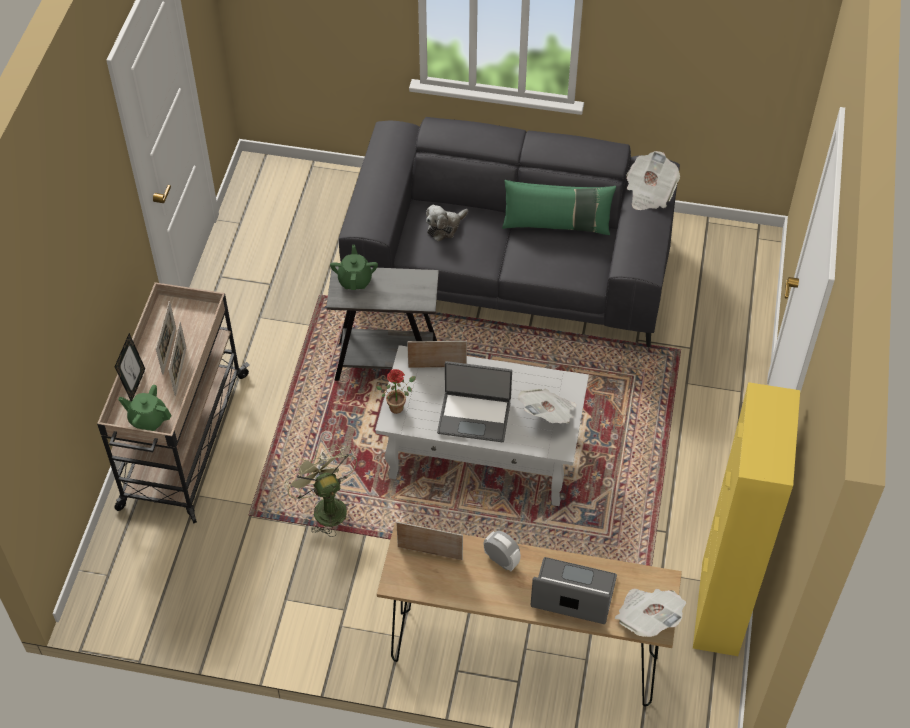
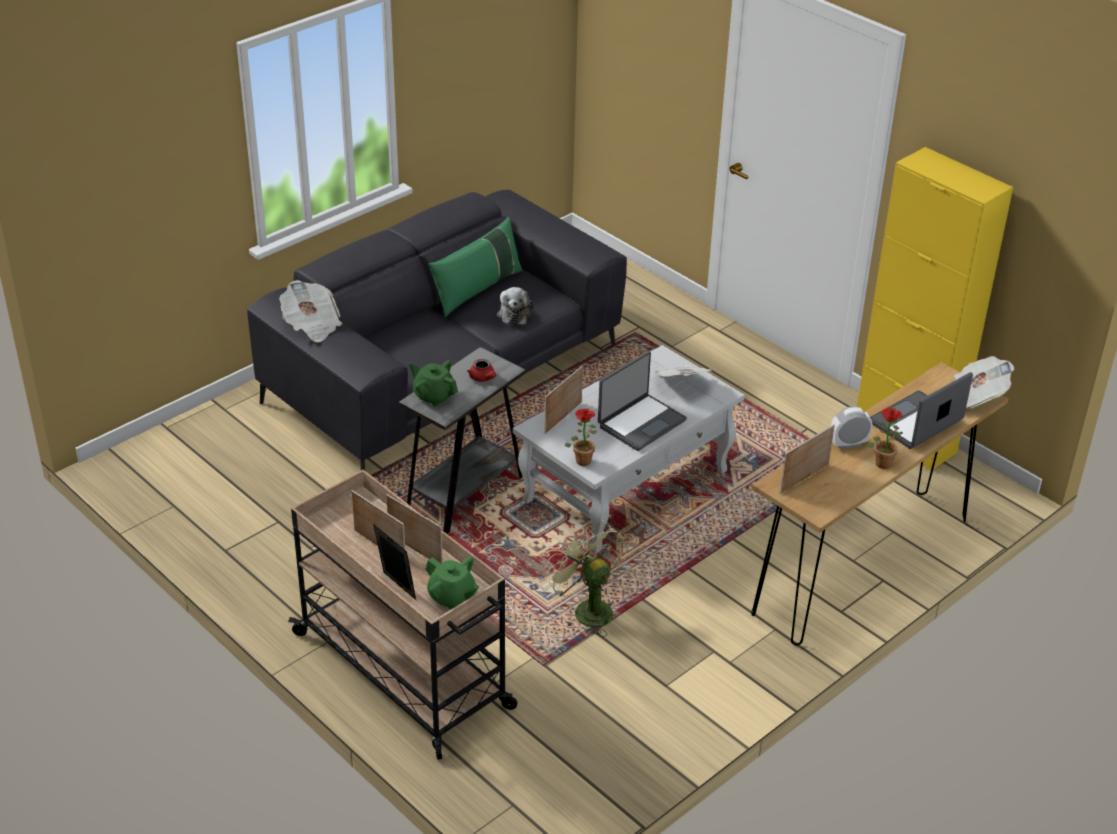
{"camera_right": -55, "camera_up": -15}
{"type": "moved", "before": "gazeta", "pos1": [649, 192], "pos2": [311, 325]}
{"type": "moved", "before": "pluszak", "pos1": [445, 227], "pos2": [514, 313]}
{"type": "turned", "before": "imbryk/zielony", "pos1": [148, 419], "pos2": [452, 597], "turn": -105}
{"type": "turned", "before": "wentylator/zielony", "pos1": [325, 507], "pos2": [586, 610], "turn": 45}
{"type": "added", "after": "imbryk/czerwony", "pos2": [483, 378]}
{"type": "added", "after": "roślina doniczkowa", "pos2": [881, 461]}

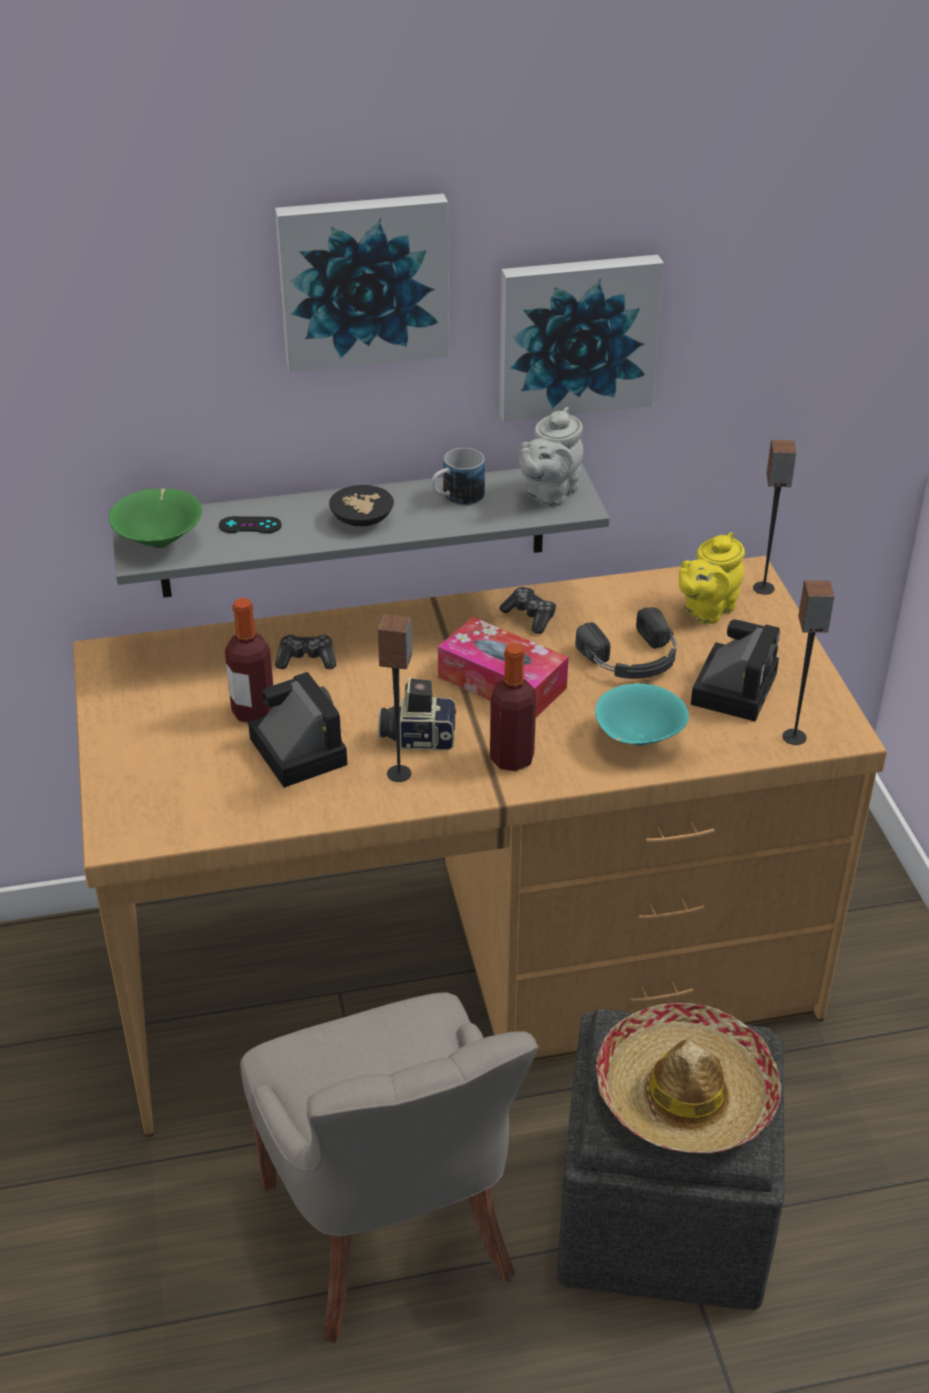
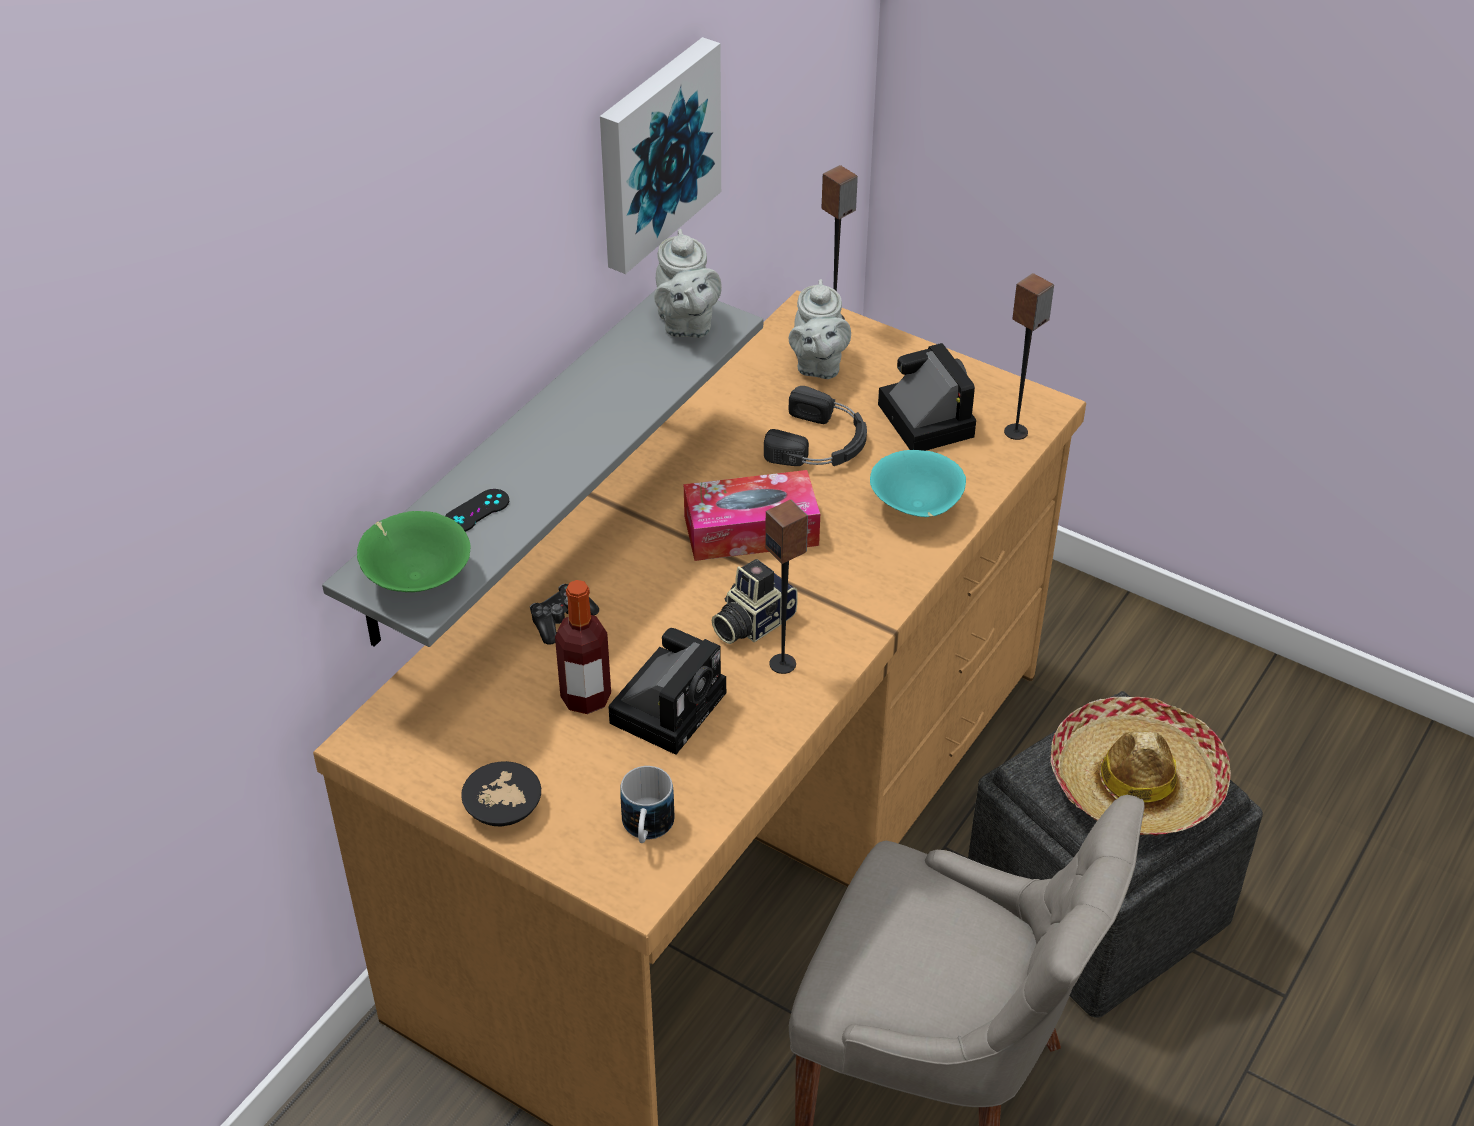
{"camera_right": -45, "camera_up": 5}
{"type": "removed", "before": "obraz", "pos1": [363, 280]}
{"type": "moved", "before": "kubek", "pos1": [456, 498], "pos2": [646, 830]}
{"type": "moved", "before": "miska/czarny", "pos1": [362, 520], "pos2": [505, 808]}
{"type": "recoloured", "before": "imbryk/żółty", "after": "imbryk/szary", "pos1": [706, 610], "pos2": [817, 365]}
{"type": "removed", "before": "pad do gier", "pos1": [530, 616]}
{"type": "removed", "before": "butelka", "pos1": [512, 758]}
{"type": "turned", "before": "aparat fotograficzny", "pos1": [295, 749], "pos2": [670, 704], "turn": 105}

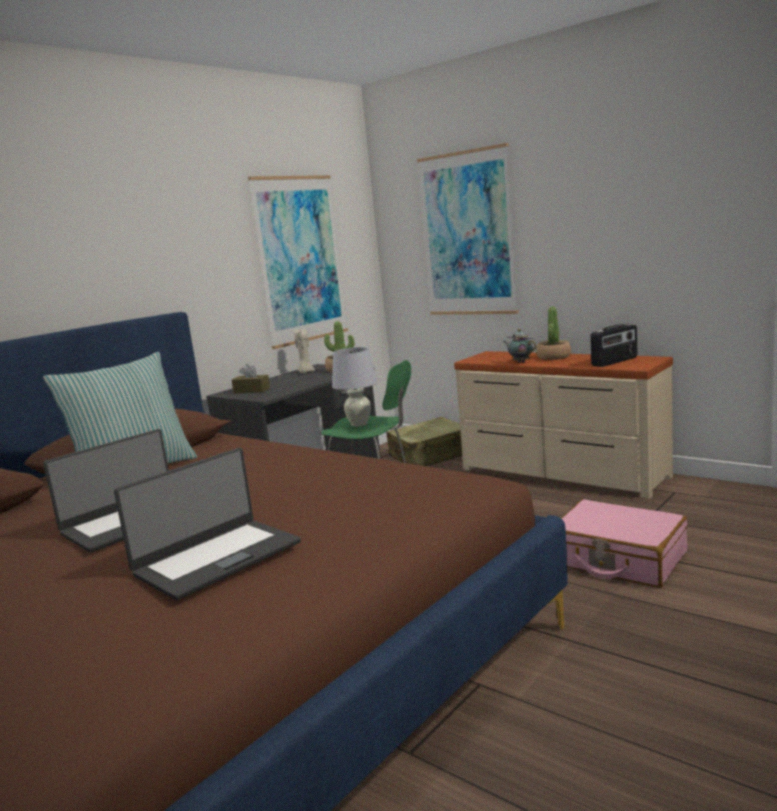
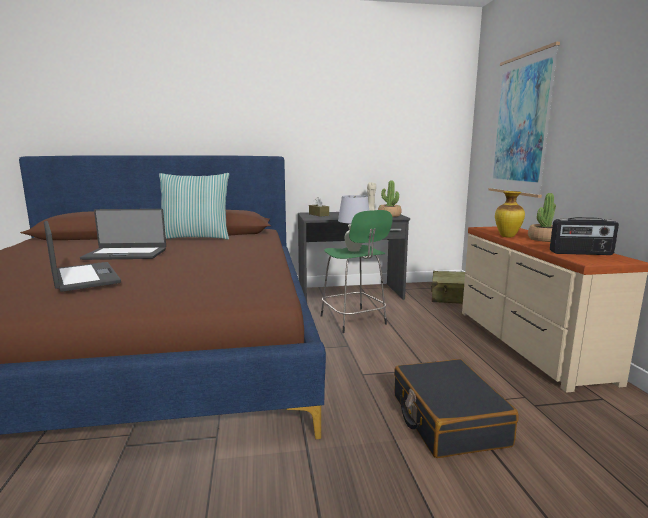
{"camera_right": 40, "camera_up": 0}
{"type": "removed", "before": "obraz", "pos1": [300, 260]}
{"type": "replaced", "before": "imbryk", "after": "wazon", "pos1": [520, 362], "pos2": [507, 236]}
{"type": "turned", "before": "laptop", "pos1": [216, 558], "pos2": [83, 277], "turn": -120}
{"type": "recoloured", "before": "walizka/różowy", "after": "walizka/czarny", "pos1": [618, 559], "pos2": [447, 419]}

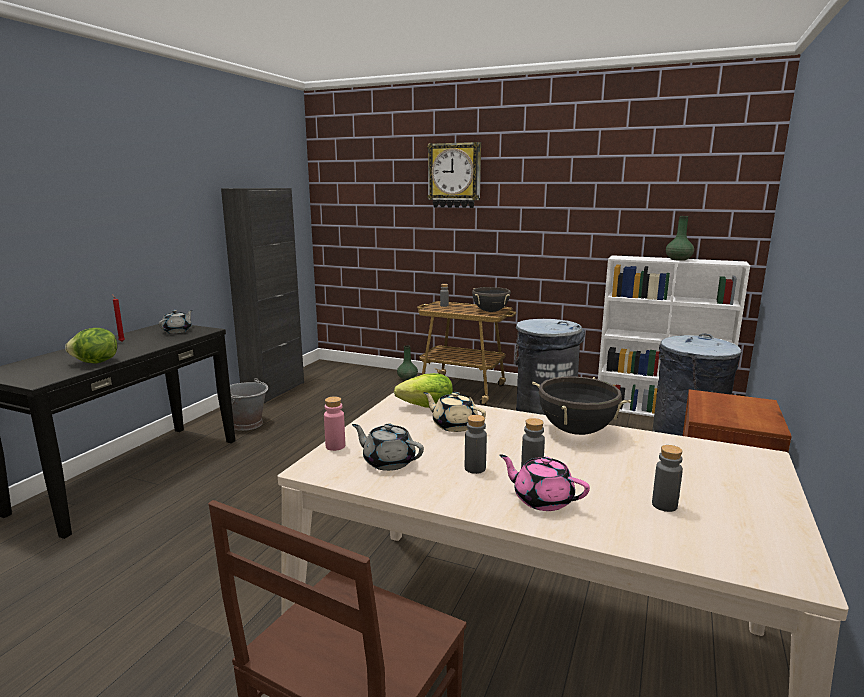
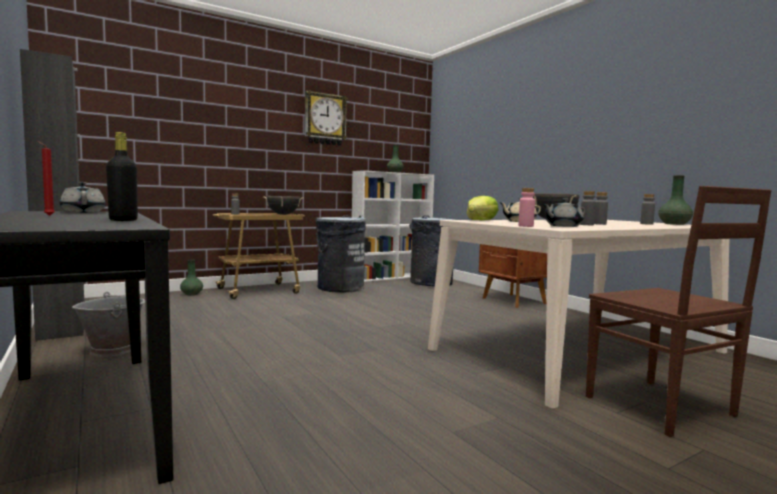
{"camera_right": -55, "camera_up": -10}
{"type": "moved", "before": "zegar ścienny", "pos1": [454, 175], "pos2": [325, 119]}
{"type": "replaced", "before": "sałata", "after": "butelka/czarny", "pos1": [95, 362], "pos2": [123, 220]}
{"type": "removed", "before": "imbryk/różowy", "pos1": [542, 499]}
{"type": "added", "after": "wazon/zielony", "pos2": [674, 224]}

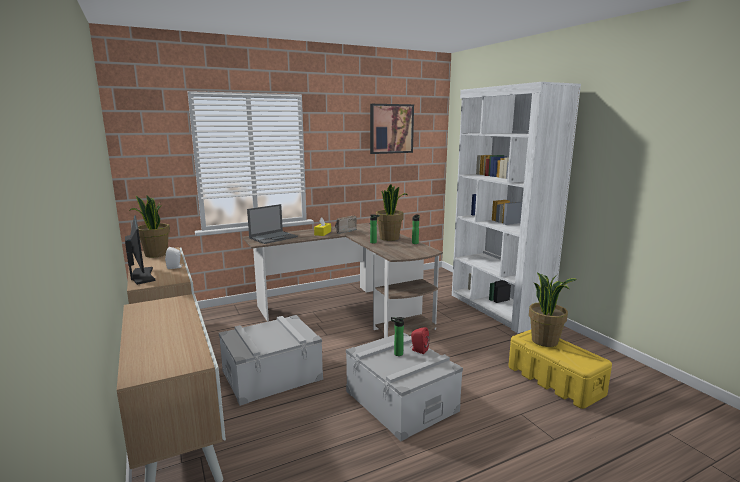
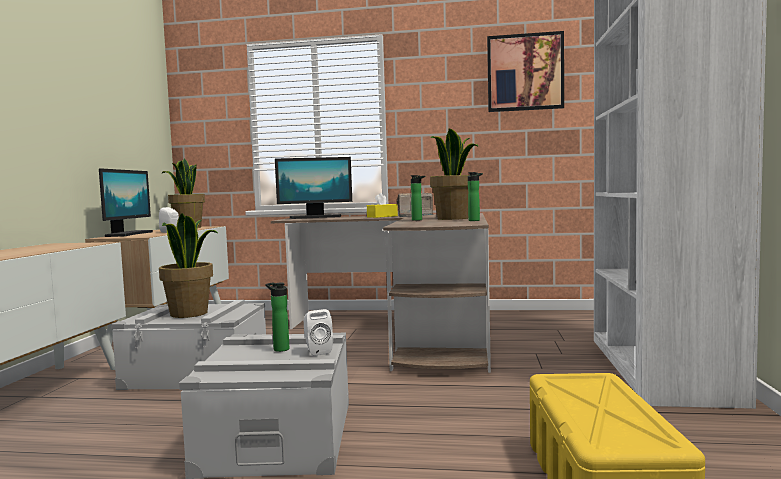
{"camera_right": 35, "camera_up": -10}
{"type": "replaced", "before": "laptop", "after": "monitor", "pos1": [273, 237], "pos2": [315, 217]}
{"type": "moved", "before": "roślina doniczkowa", "pos1": [545, 341], "pos2": [190, 314]}
{"type": "recoloured", "before": "głośnik/czerwony", "after": "głośnik/biały", "pos1": [418, 350], "pos2": [317, 351]}

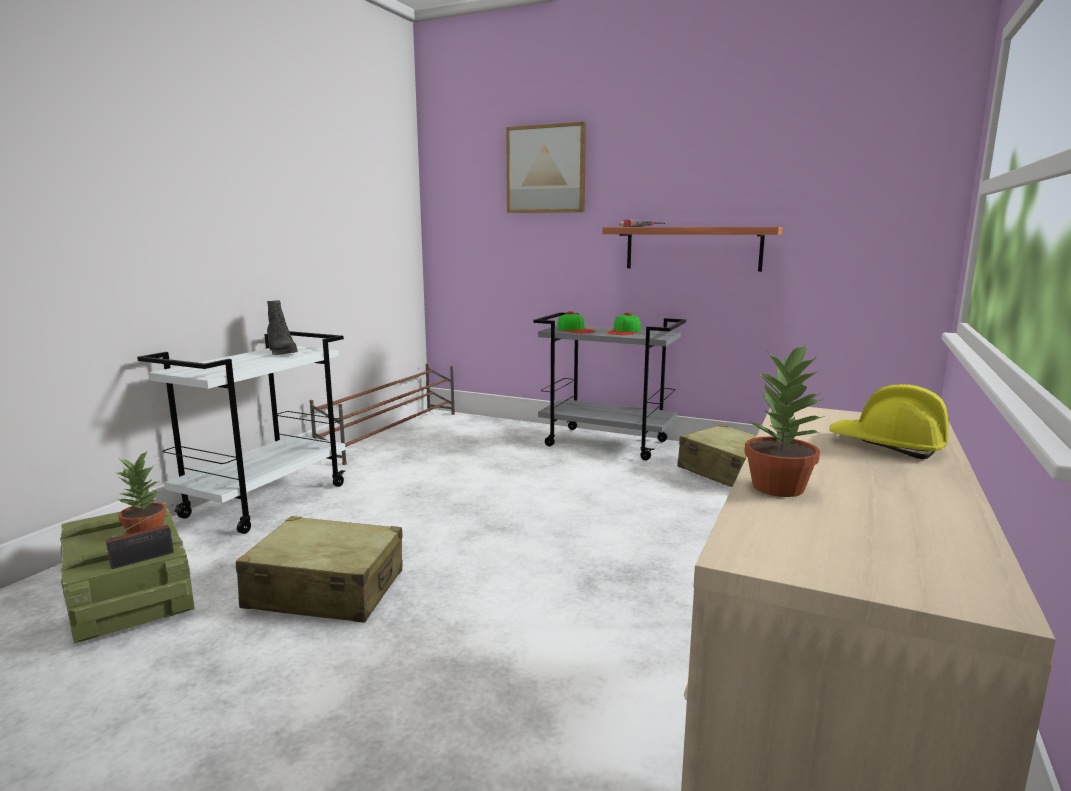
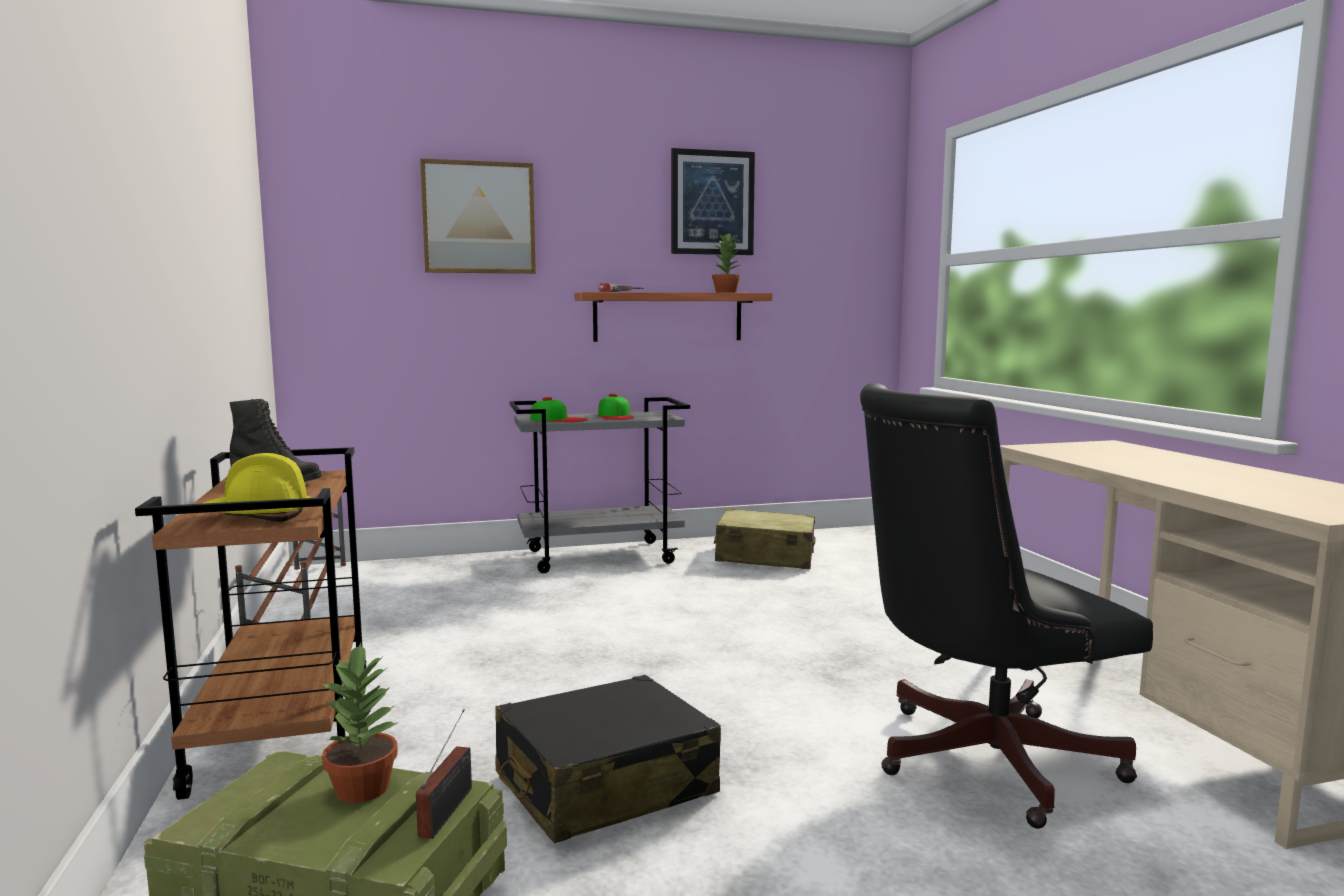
{"camera_right": -40, "camera_up": -5}
{"type": "recoloured", "before": "wózek/biały", "after": "wózek/brązowy", "pos1": [266, 500], "pos2": [283, 731]}
{"type": "moved", "before": "roślina doniczkowa", "pos1": [779, 487], "pos2": [726, 292]}
{"type": "moved", "before": "kask/żółty", "pos1": [886, 446], "pos2": [255, 516]}
{"type": "recoloured", "before": "walizka/beżowy", "after": "walizka/czarny", "pos1": [326, 590], "pos2": [604, 785]}
{"type": "added", "after": "obraz", "pos2": [712, 203]}
{"type": "added", "after": "krzesło biurowe/czarny", "pos2": [977, 760]}

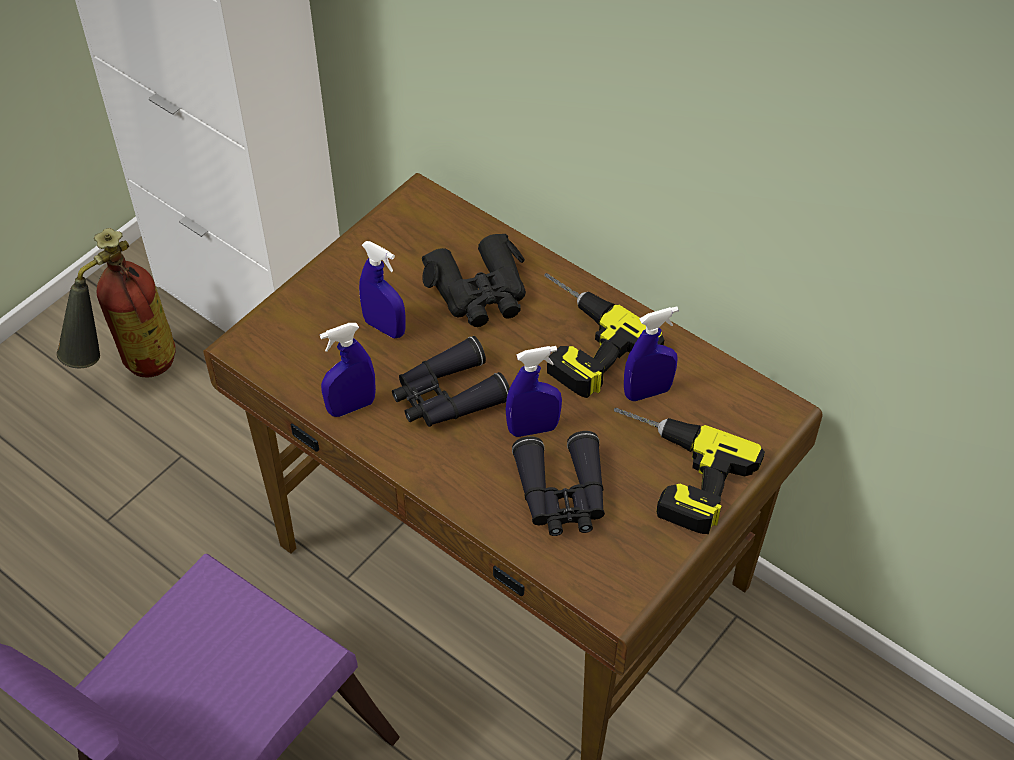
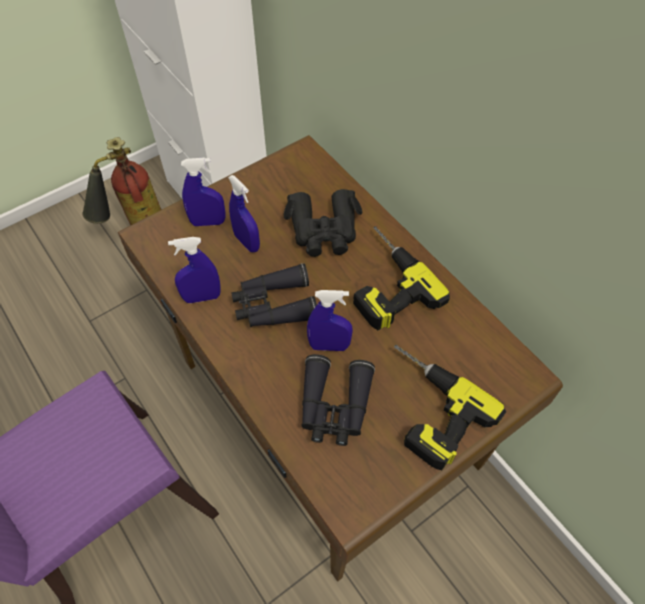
{"camera_right": 15, "camera_up": 5}
{"type": "moved", "before": "spryskiwacz/niebieski", "pos1": [647, 392], "pos2": [208, 222]}

